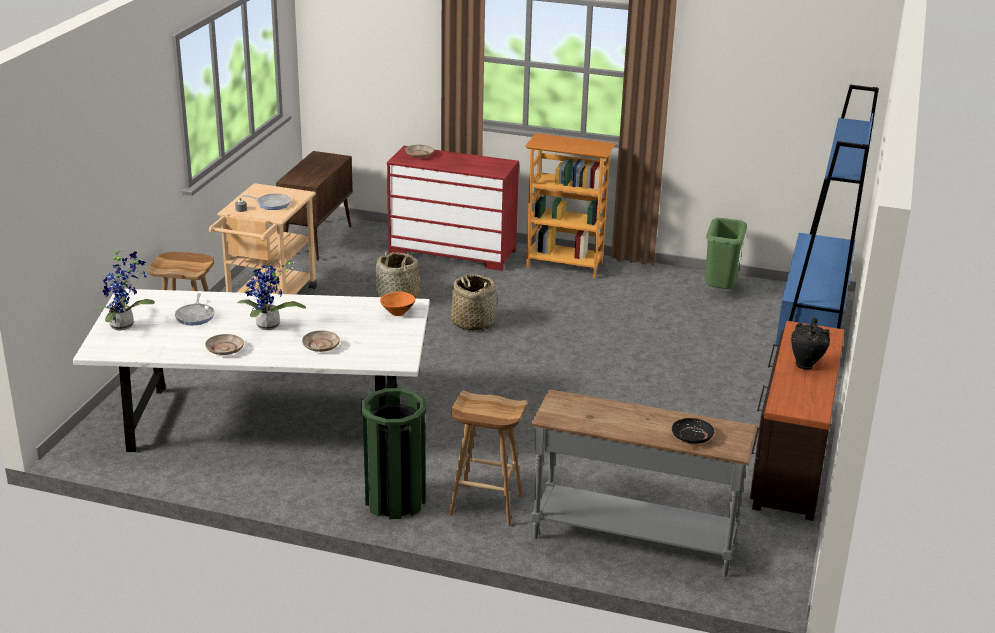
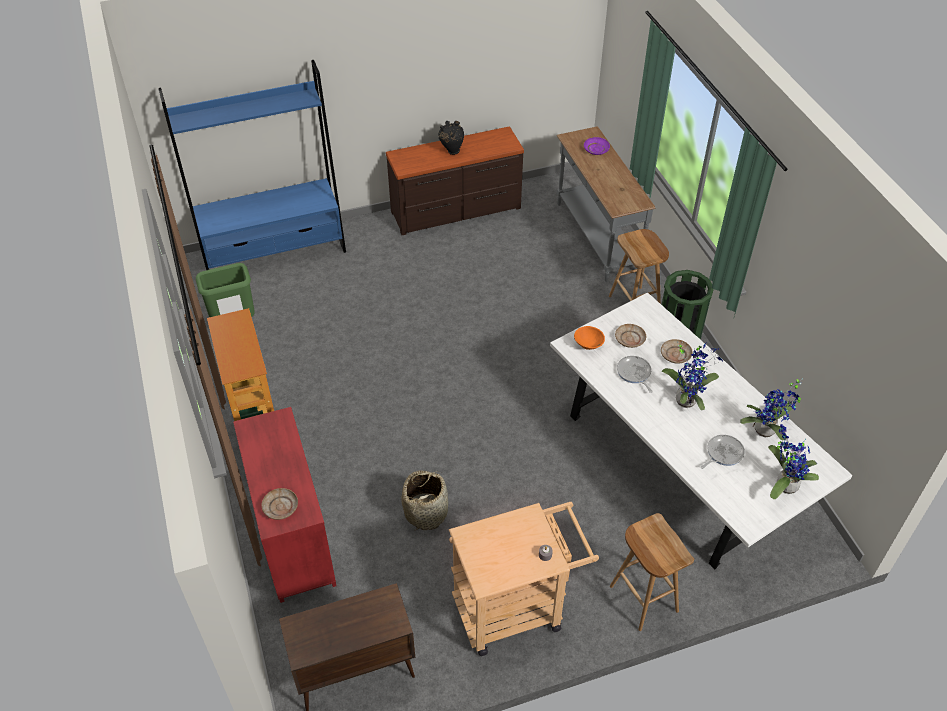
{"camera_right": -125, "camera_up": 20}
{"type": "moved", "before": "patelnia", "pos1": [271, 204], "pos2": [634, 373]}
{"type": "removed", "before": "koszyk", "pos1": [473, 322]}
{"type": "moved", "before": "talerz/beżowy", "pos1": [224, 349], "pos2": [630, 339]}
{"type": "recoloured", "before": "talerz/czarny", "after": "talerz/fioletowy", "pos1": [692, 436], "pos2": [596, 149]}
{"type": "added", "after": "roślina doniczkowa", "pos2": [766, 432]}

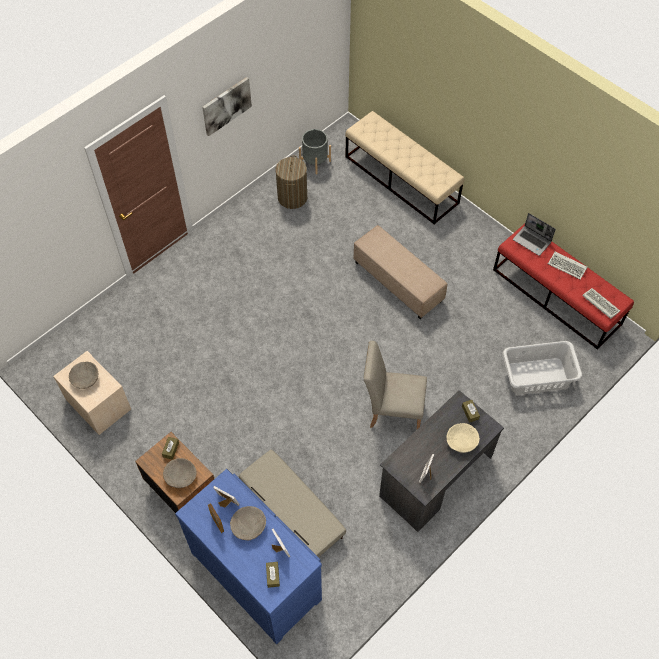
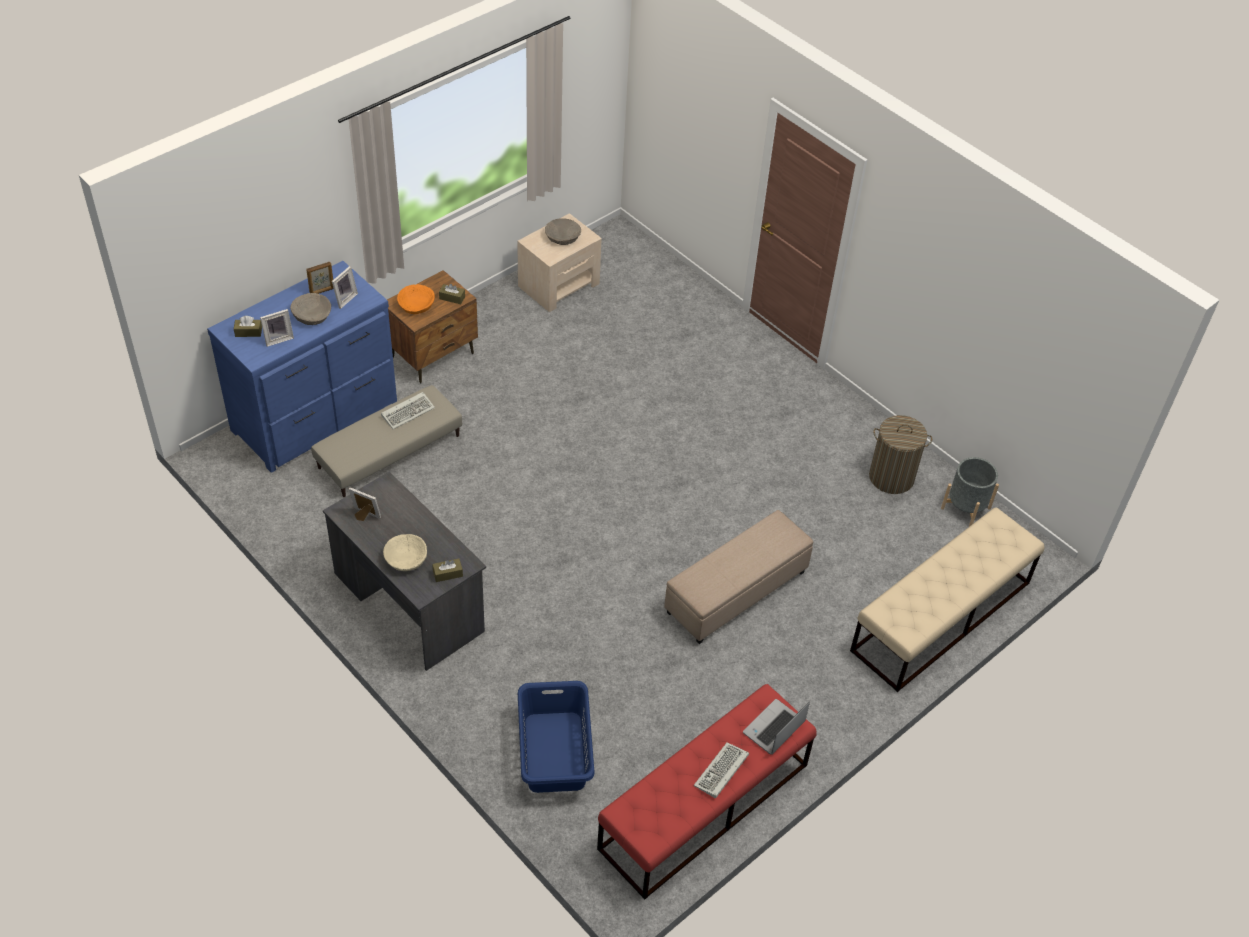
{"camera_right": 90, "camera_up": -10}
{"type": "removed", "before": "obraz", "pos1": [226, 105]}
{"type": "moved", "before": "klawiatura", "pos1": [599, 304], "pos2": [408, 411]}
{"type": "removed", "before": "krzesło/beżowy", "pos1": [391, 411]}
{"type": "recoloured", "before": "kosz na pranie/szary", "after": "kosz na pranie/niebieski", "pos1": [537, 376], "pos2": [554, 752]}
{"type": "recoloured", "before": "miska/beżowy", "after": "miska/pomarańczowy", "pos1": [180, 476], "pos2": [416, 305]}

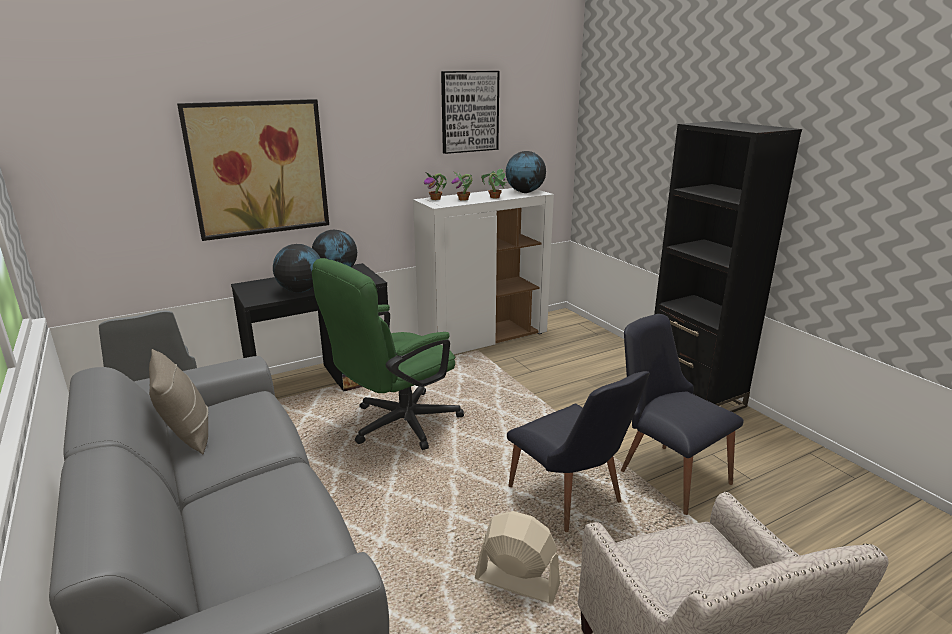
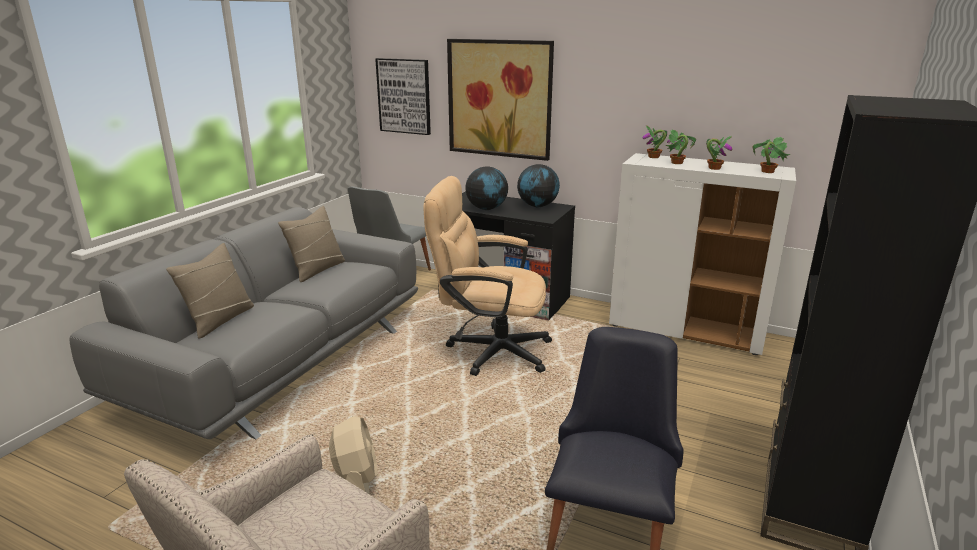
{"camera_right": 55, "camera_up": 0}
{"type": "moved", "before": "obraz", "pos1": [469, 111], "pos2": [404, 96]}
{"type": "replaced", "before": "globus", "after": "roślina doniczkowa", "pos1": [524, 192], "pos2": [767, 171]}
{"type": "recoloured", "before": "krzesło biurowe/zielony", "after": "krzesło biurowe/beżowy", "pos1": [396, 425], "pos2": [489, 350]}
{"type": "removed", "before": "krzesło/czarny", "pos1": [571, 501]}
{"type": "added", "after": "poduszka/beżowy", "pos2": [220, 320]}

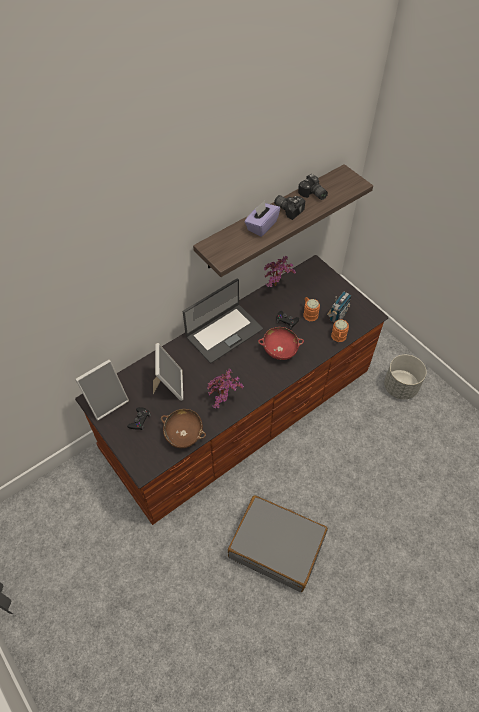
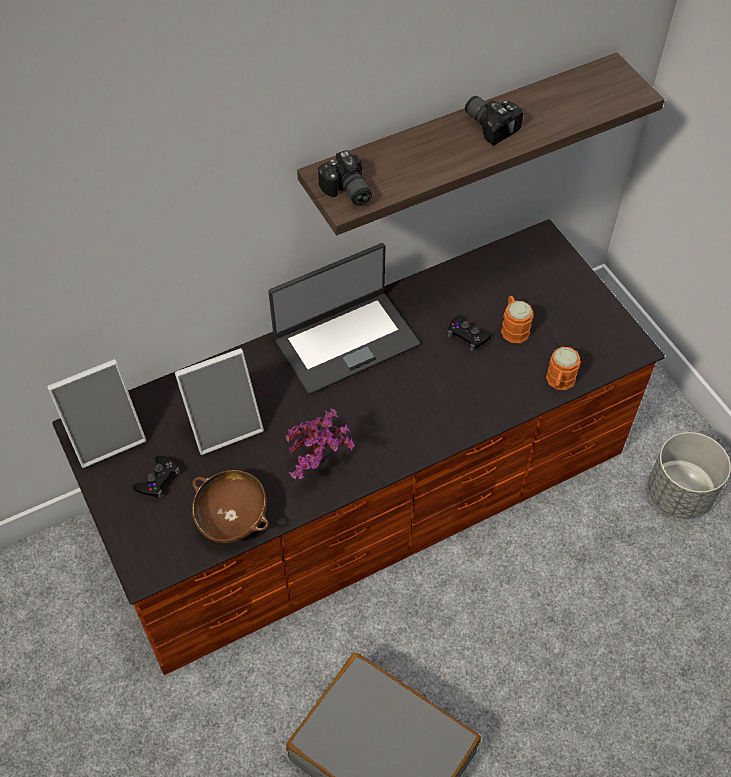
{"camera_right": 10, "camera_up": 0}
{"type": "moved", "before": "aparat fotograficzny", "pos1": [312, 194], "pos2": [346, 192]}
{"type": "removed", "before": "pudełko chusteczek/fioletowy", "pos1": [261, 226]}
{"type": "removed", "before": "roślina doniczkowa", "pos1": [277, 286]}
{"type": "removed", "before": "radio", "pos1": [337, 316]}
{"type": "removed", "before": "miska/czerwony", "pos1": [280, 350]}
{"type": "turned", "before": "ramka na zdjęcie", "pos1": [169, 385], "pos2": [224, 424], "turn": 60}

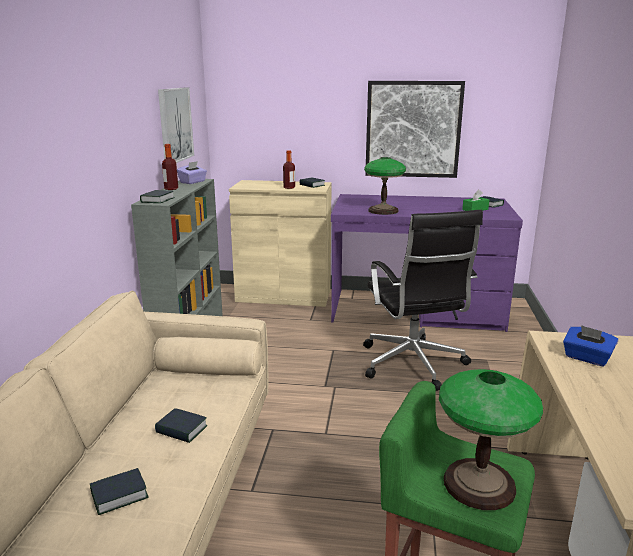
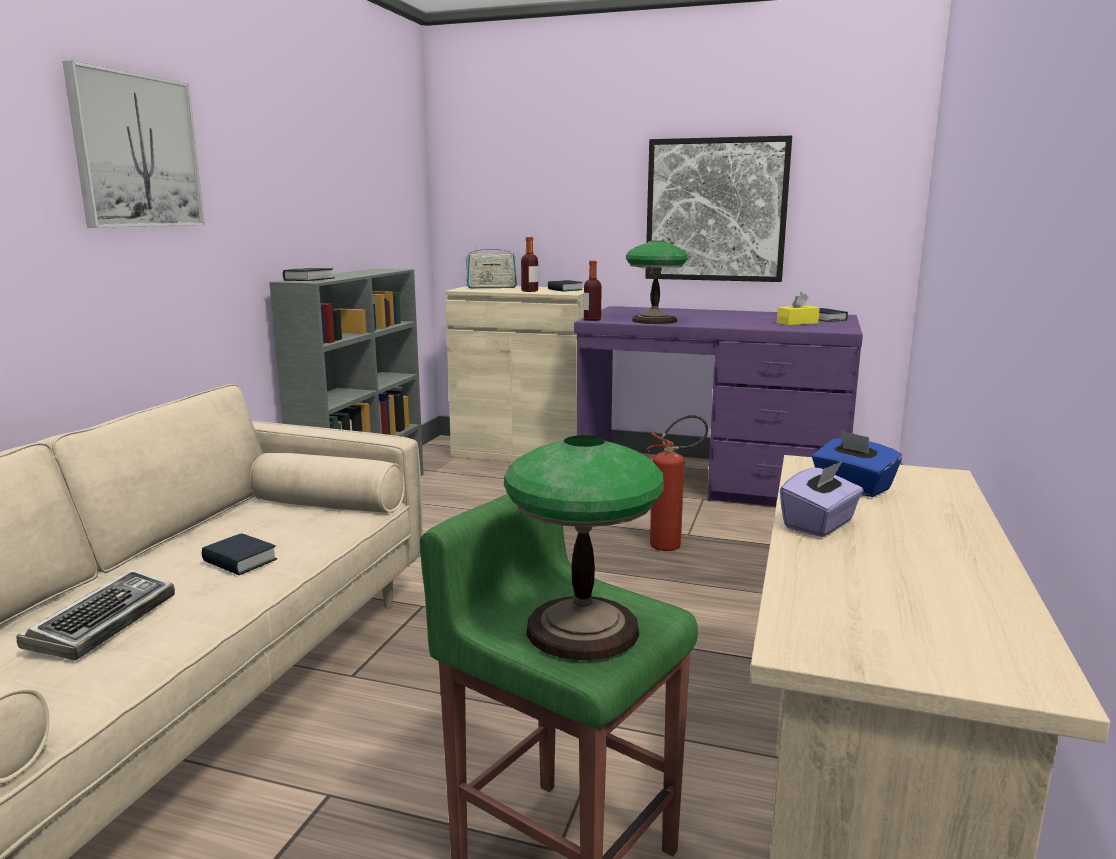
{"camera_right": 10, "camera_up": -5}
{"type": "moved", "before": "obraz", "pos1": [175, 125], "pos2": [136, 151]}
{"type": "moved", "before": "butelka", "pos1": [171, 189], "pos2": [592, 319]}
{"type": "moved", "before": "pudełko chusteczek/fioletowy", "pos1": [193, 182], "pos2": [819, 524]}
{"type": "recoloured", "before": "pudełko chusteczek/zielony", "after": "pudełko chusteczek/żółty", "pos1": [475, 209], "pos2": [797, 323]}
{"type": "replaced", "before": "krzesło biurowe/czarny", "after": "gaśnica", "pos1": [413, 365], "pos2": [673, 545]}
{"type": "replaced", "before": "książka", "after": "klawiatura", "pos1": [119, 495], "pos2": [104, 622]}
{"type": "added", "after": "radio", "pos2": [492, 287]}

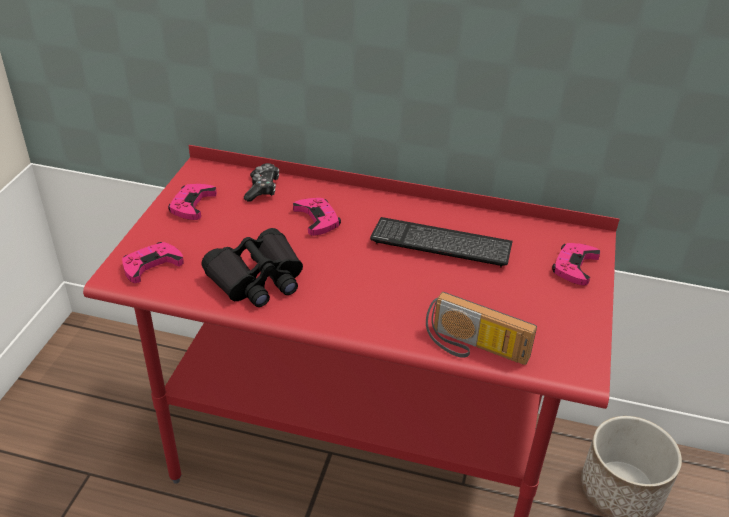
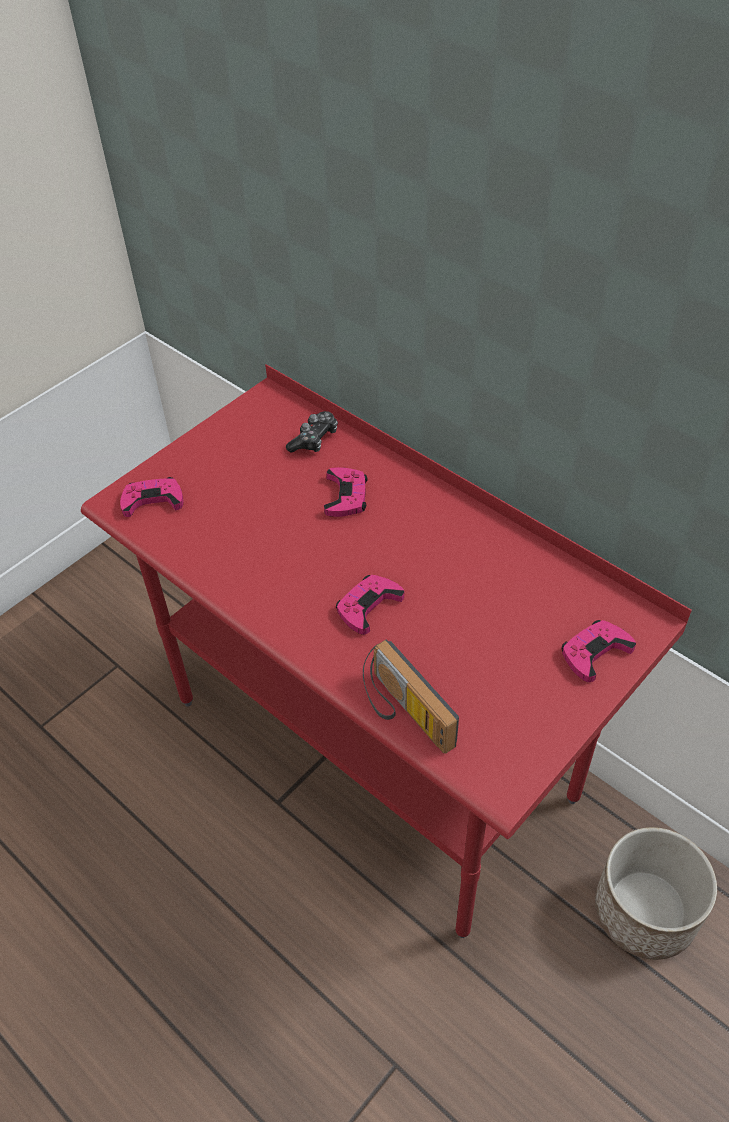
{"camera_right": 30, "camera_up": 10}
{"type": "moved", "before": "pad do gier/różowy", "pos1": [192, 205], "pos2": [368, 606]}
{"type": "removed", "before": "klawiatura", "pos1": [441, 244]}
{"type": "removed", "before": "lornetka/czarny", "pos1": [257, 279]}

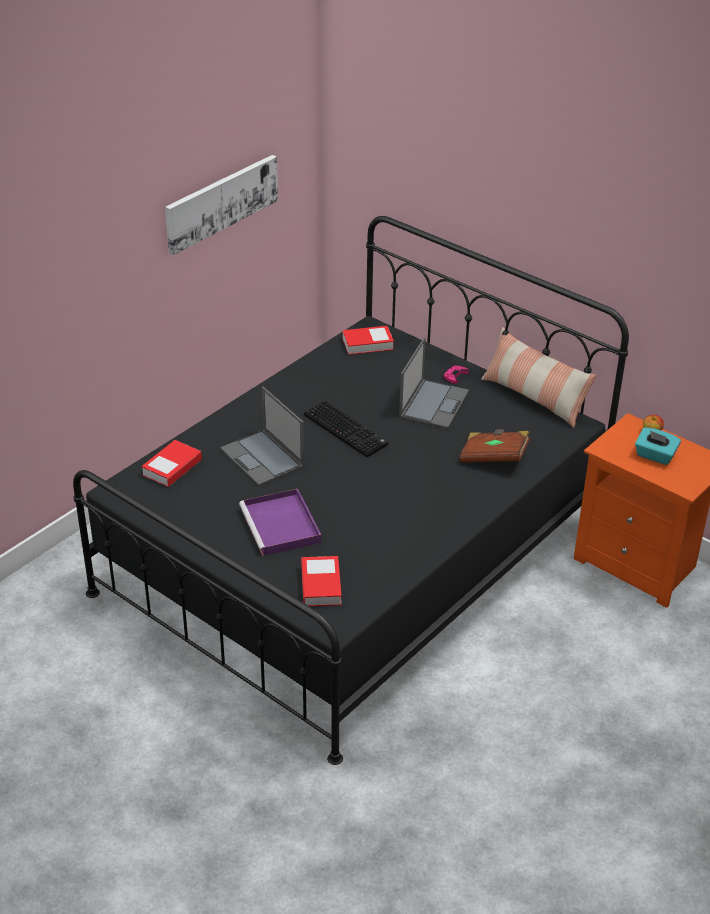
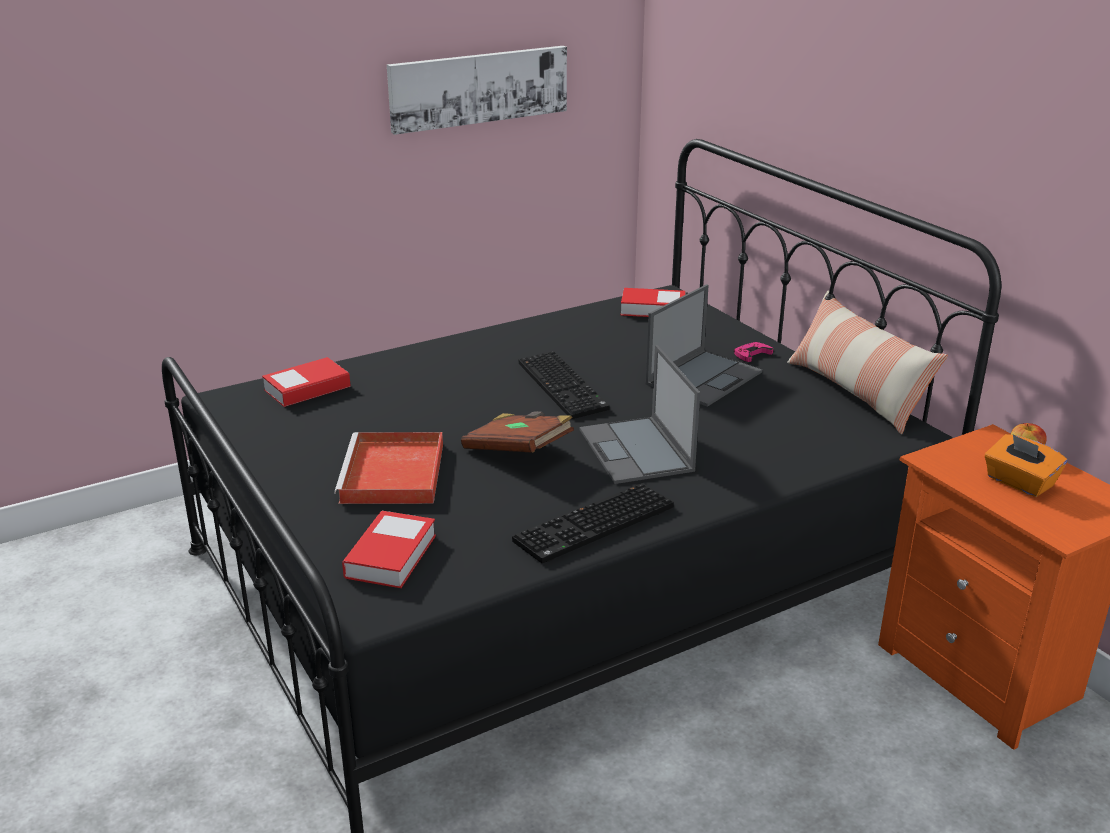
{"camera_right": 20, "camera_up": -10}
{"type": "moved", "before": "laptop", "pos1": [263, 458], "pos2": [637, 451]}
{"type": "recoloured", "before": "pudełko chusteczek/turkusowy", "after": "pudełko chusteczek/pomarańczowy", "pos1": [655, 456], "pos2": [1019, 483]}
{"type": "moved", "before": "książka/brązowy", "pos1": [493, 457], "pos2": [518, 451]}
{"type": "recoloured", "before": "taca/fioletowy", "after": "taca/czerwony", "pos1": [281, 526], "pos2": [393, 474]}
{"type": "added", "after": "klawiatura", "pos2": [594, 526]}

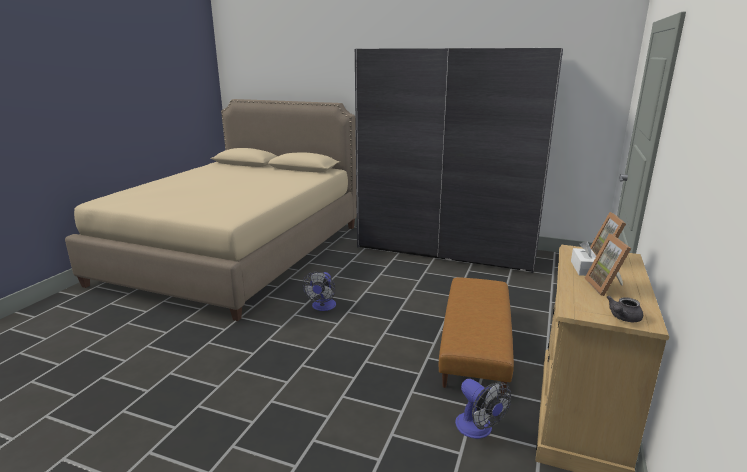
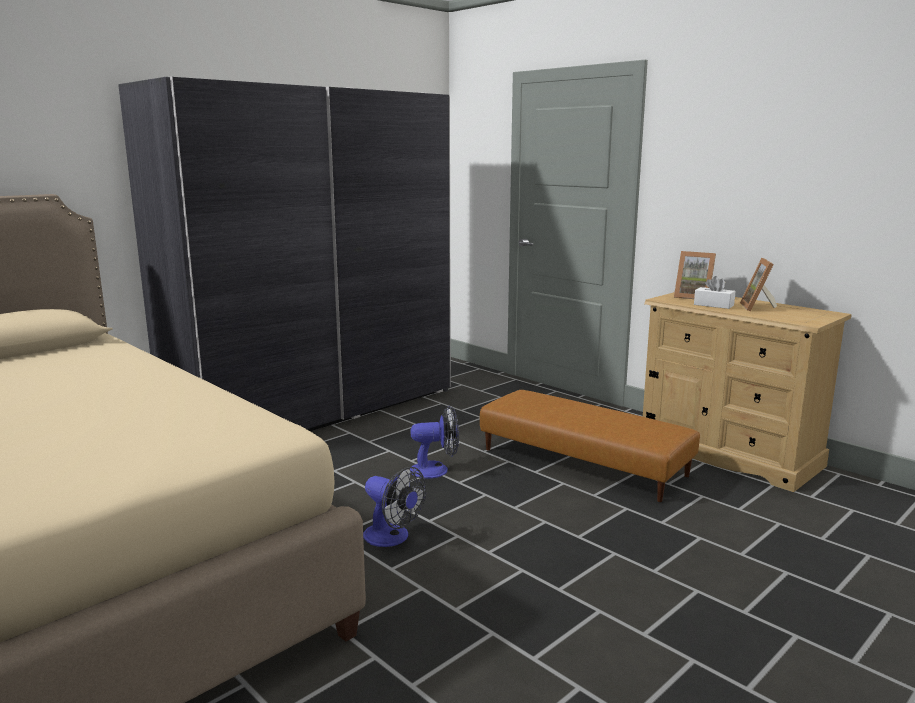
{"camera_right": -65, "camera_up": -5}
{"type": "turned", "before": "ramka na zdjęcie", "pos1": [607, 287], "pos2": [758, 308], "turn": 75}
{"type": "removed", "before": "imbryk/szary", "pos1": [622, 318]}
{"type": "moved", "before": "wentylator", "pos1": [478, 429], "pos2": [436, 470]}

